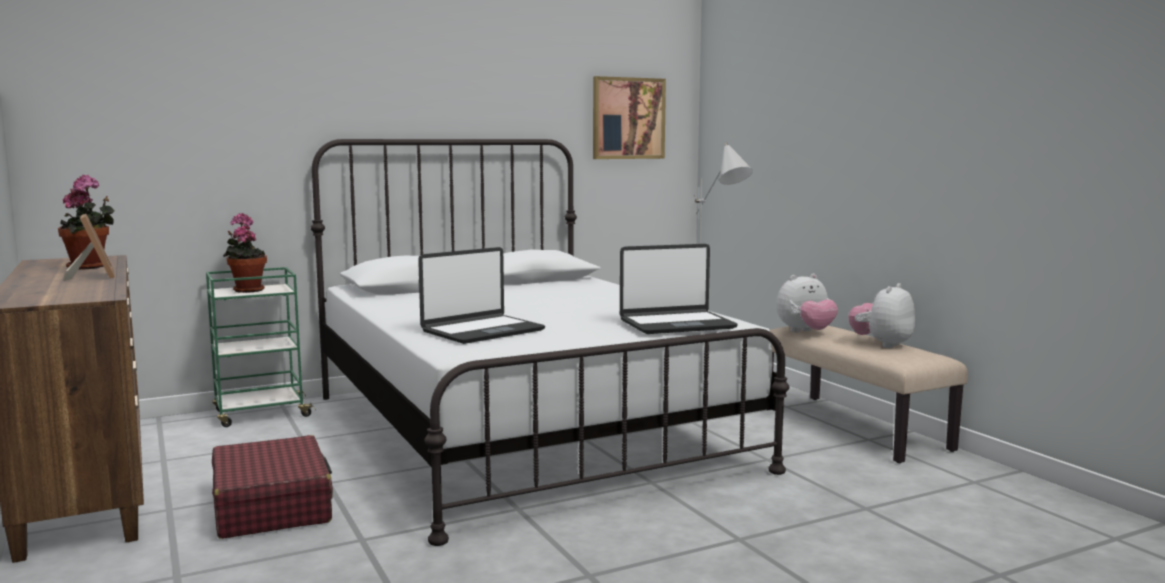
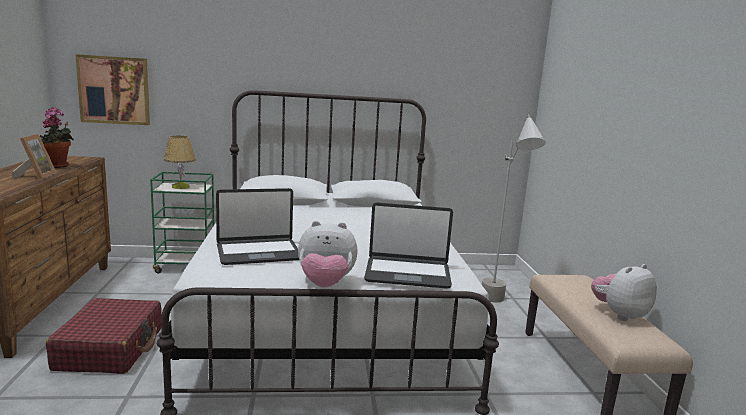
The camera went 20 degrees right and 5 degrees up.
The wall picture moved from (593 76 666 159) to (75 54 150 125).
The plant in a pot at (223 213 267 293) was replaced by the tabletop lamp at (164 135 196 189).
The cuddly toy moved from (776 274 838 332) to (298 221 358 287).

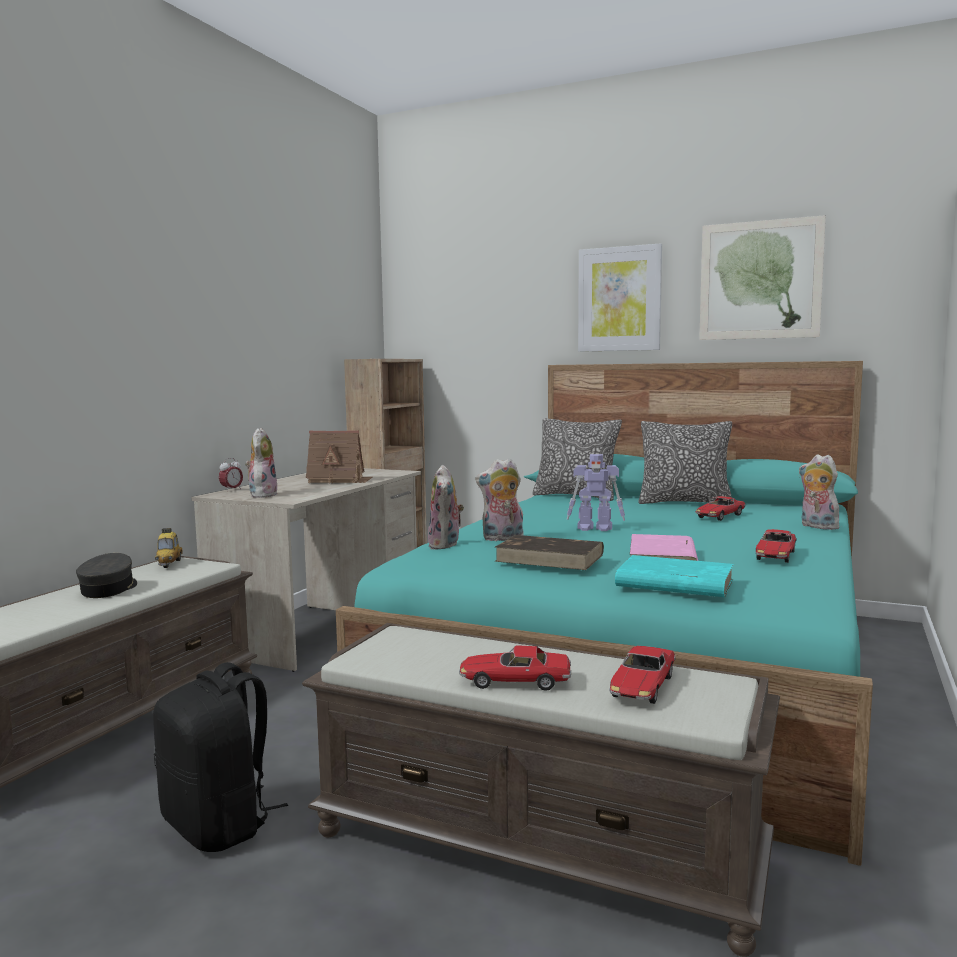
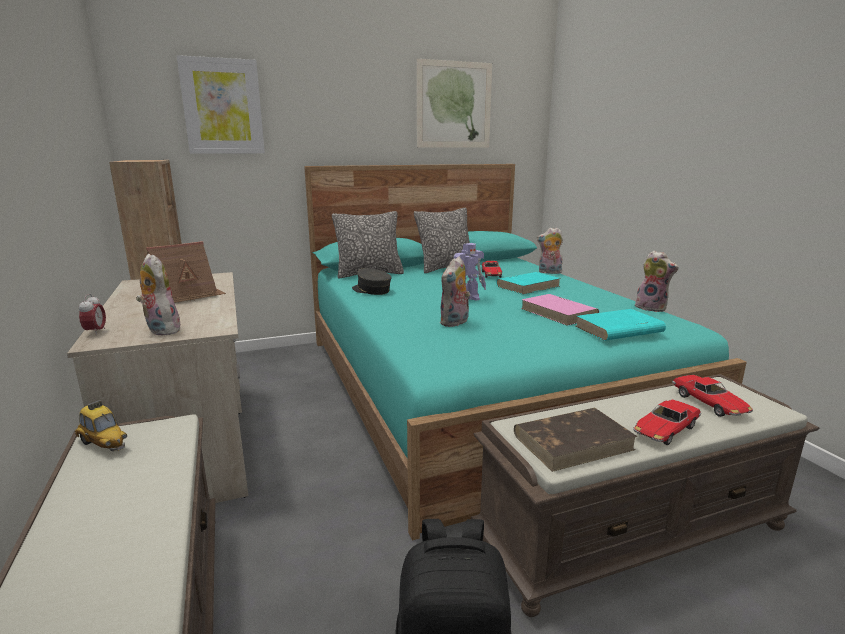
The camera went 45 degrees left and 10 degrees up.
The wall picture moved from (578 243 662 352) to (177 55 265 154).
The grey baseball cap moved from (76 553 137 598) to (352 268 392 295).
The blue-green volume at (496 272 561 294) appeared.
The brown-coloured volume moved from (495 535 604 570) to (514 408 638 472).
The cuddly toy moved from (428 465 464 549) to (635 251 679 312).
The model car at (756 529 797 563) disappeared.

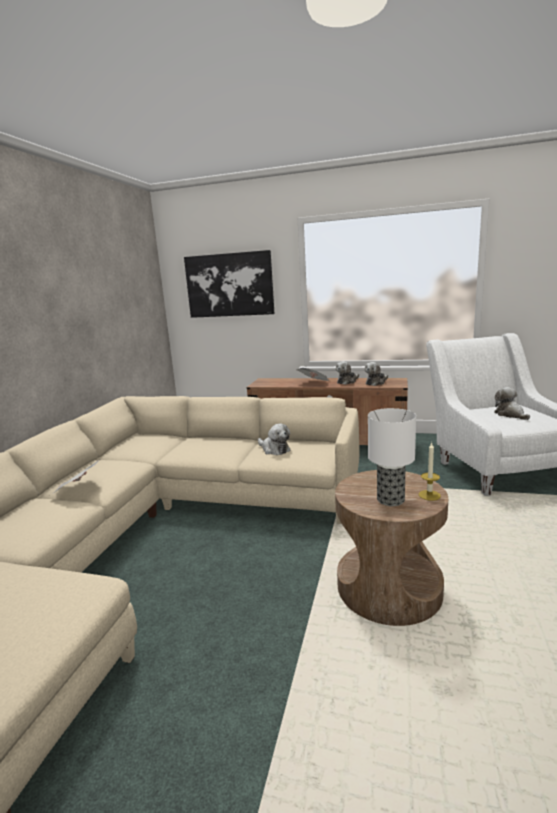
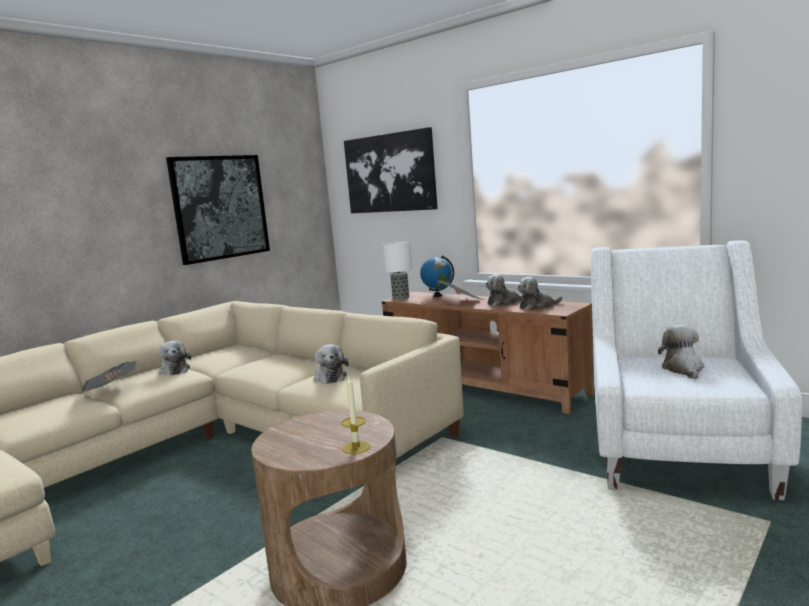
The camera went 25 degrees right and 5 degrees down.
The cuddly toy at (159 341 191 375) appeared.
The wall picture at (166 155 270 265) appeared.
The tabletop lamp moved from (368 408 416 506) to (382 241 412 300).
The desk globe at (420 255 454 297) appeared.

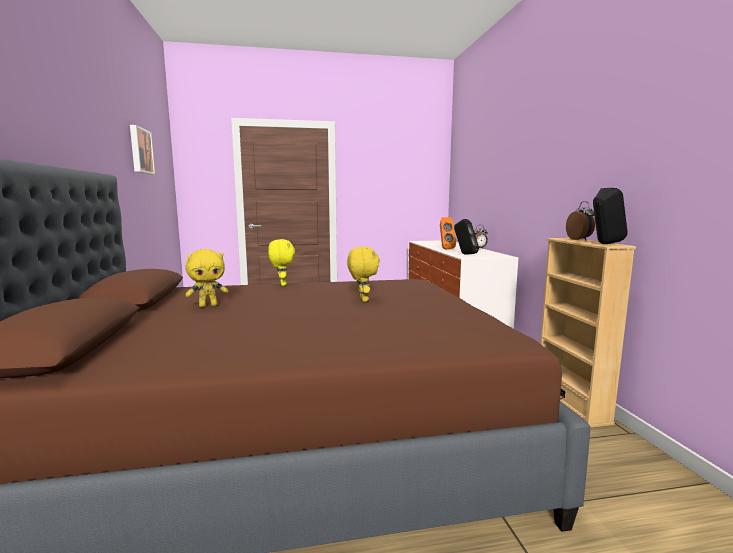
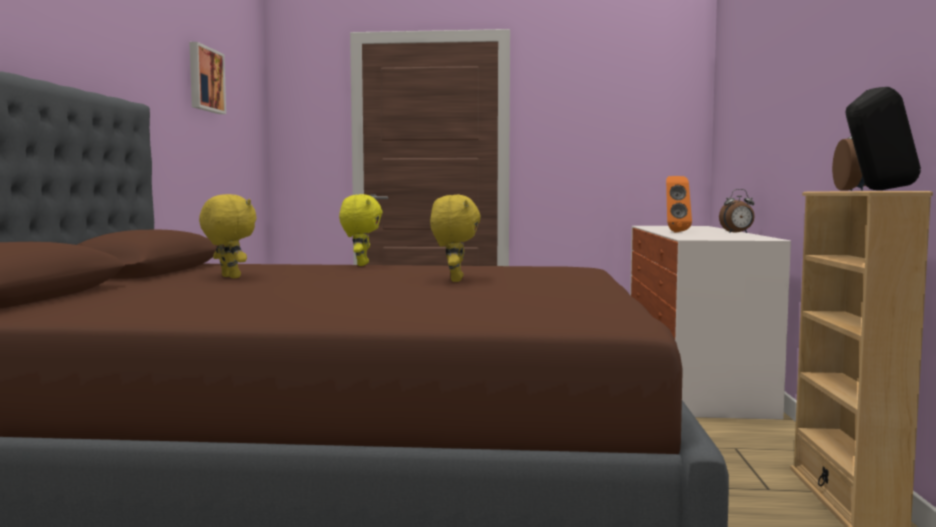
The camera went 15 degrees right and 5 degrees down.
The yellow cuddly toy at (185 249 228 307) turned 120 degrees counterclockwise.
The blackish audio speaker at (454 219 479 255) disappeared.

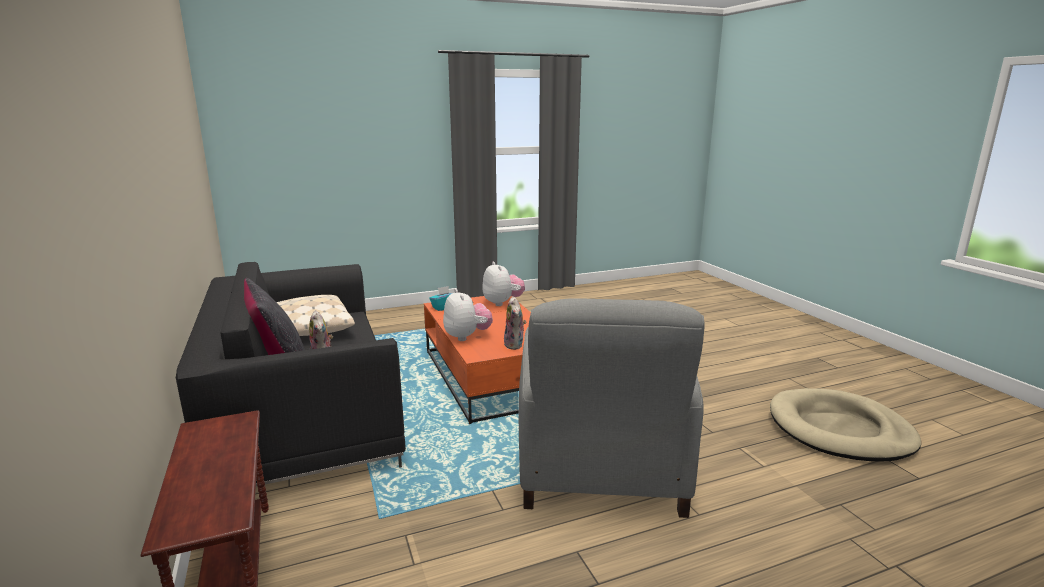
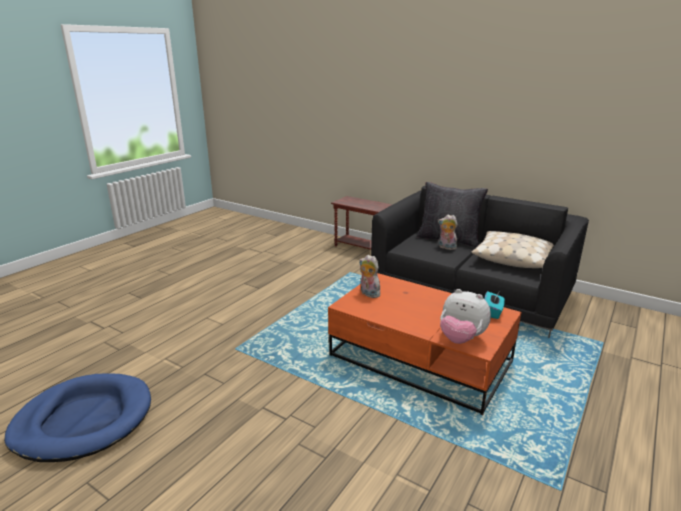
The camera went 145 degrees right and 5 degrees up.
The sand-coloured dog cushion at (770 388 921 462) became the bluish dog cushion at (4 373 151 462).
The cuddly toy at (443 289 493 341) disappeared.
The grey easy chair at (518 298 704 518) disappeared.

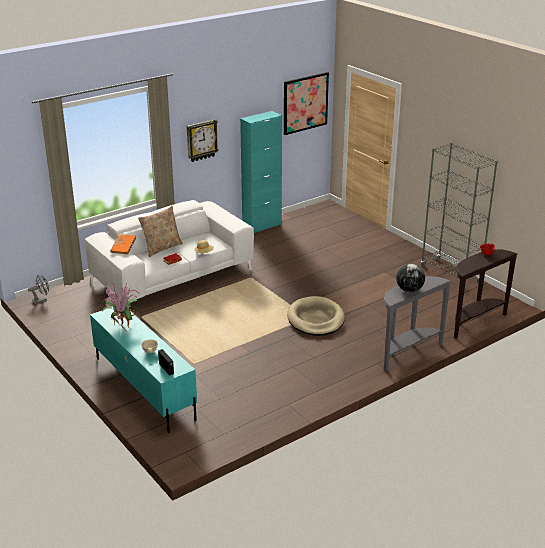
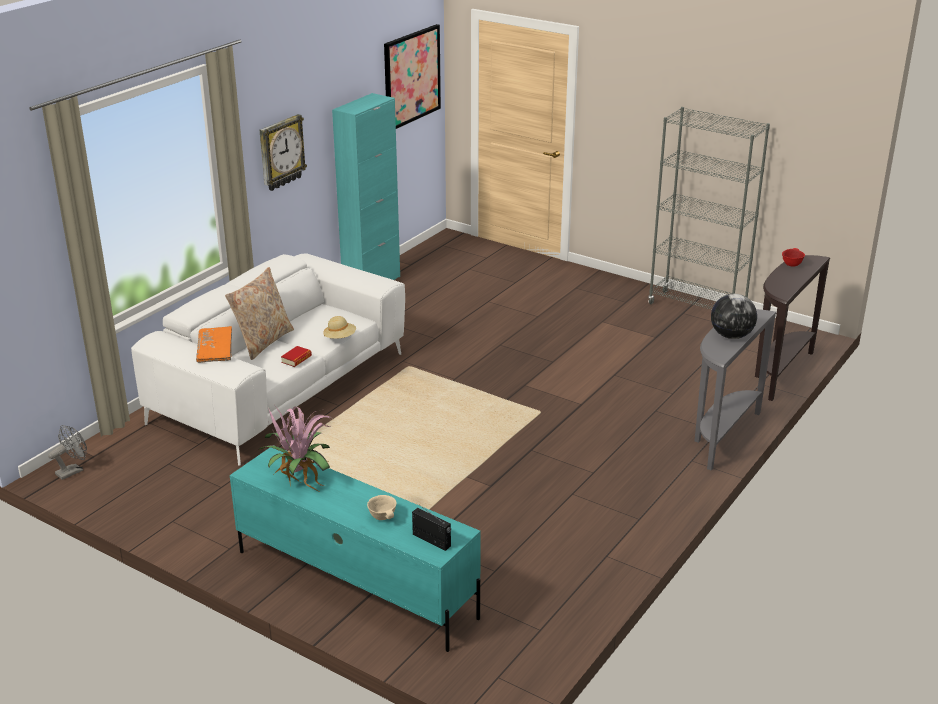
The camera went 20 degrees left and 0 degrees up.
The sand-coloured dog cushion at (287 296 345 336) disappeared.

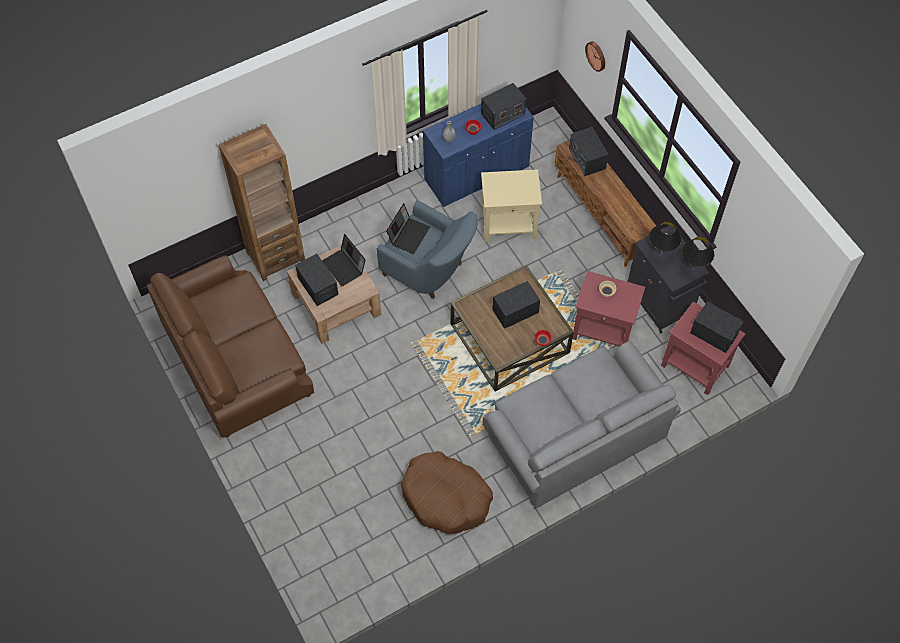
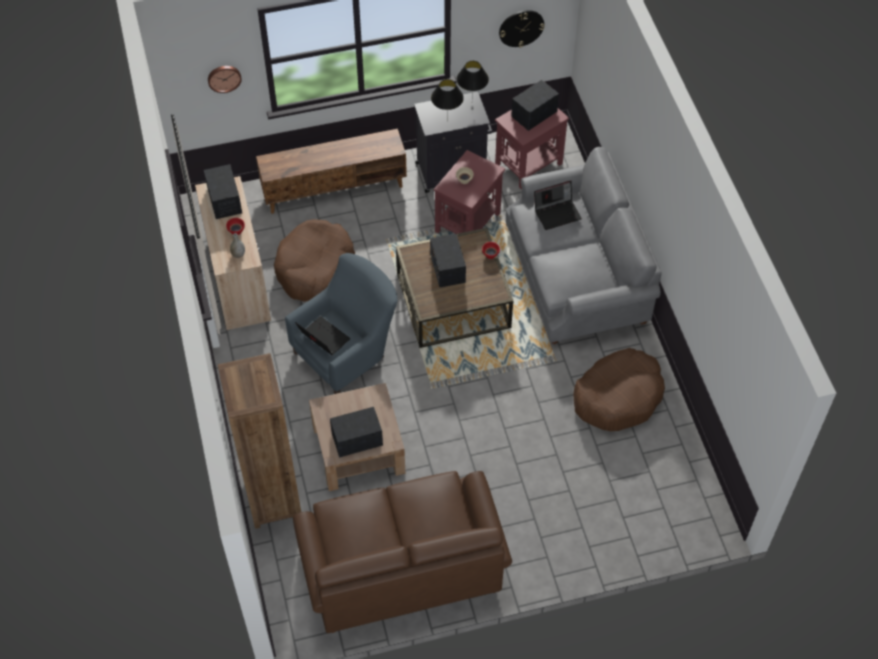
The camera went 75 degrees left and 5 degrees down.
The bluish cupboard at (423 104 534 207) became the sand-coloured cupboard at (195 176 271 331).
The sand-coloured side table at (481 169 542 242) was replaced by the brown-coloured dog cushion at (274 219 355 301).
The hanging clock at (499 10 544 48) appeared.
The notebook computer moved from (322 234 366 286) to (534 180 582 230).
The radio set at (569 127 609 176) disappeared.

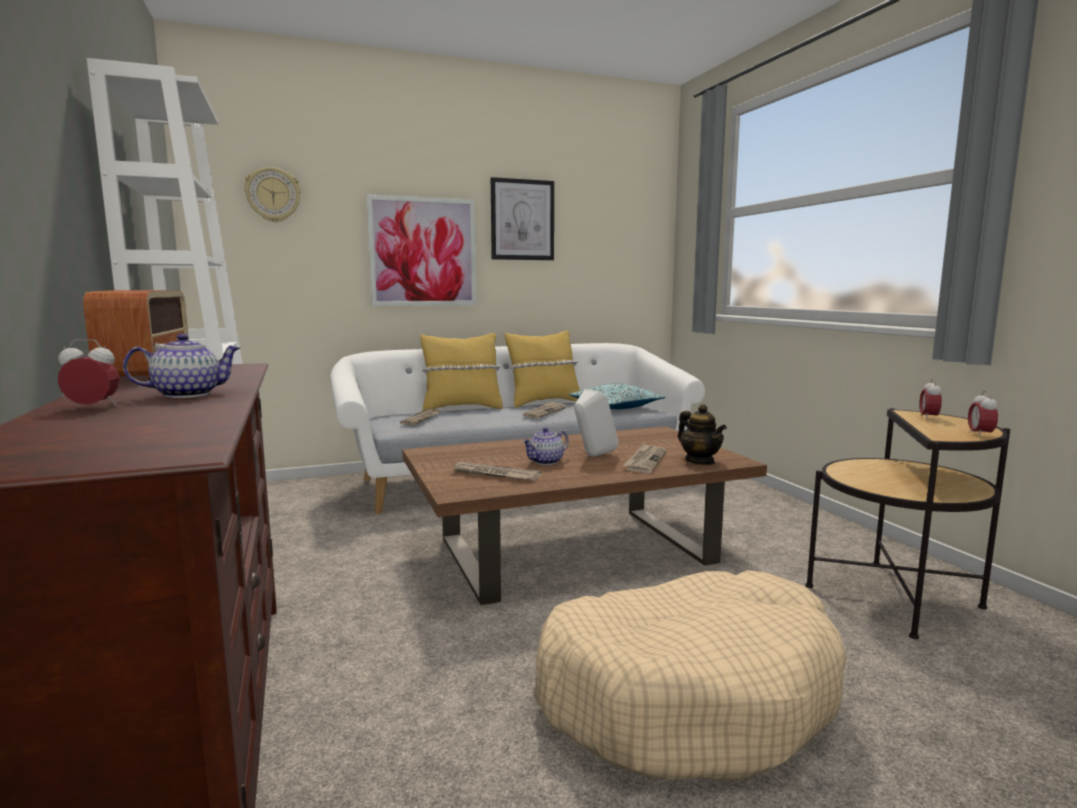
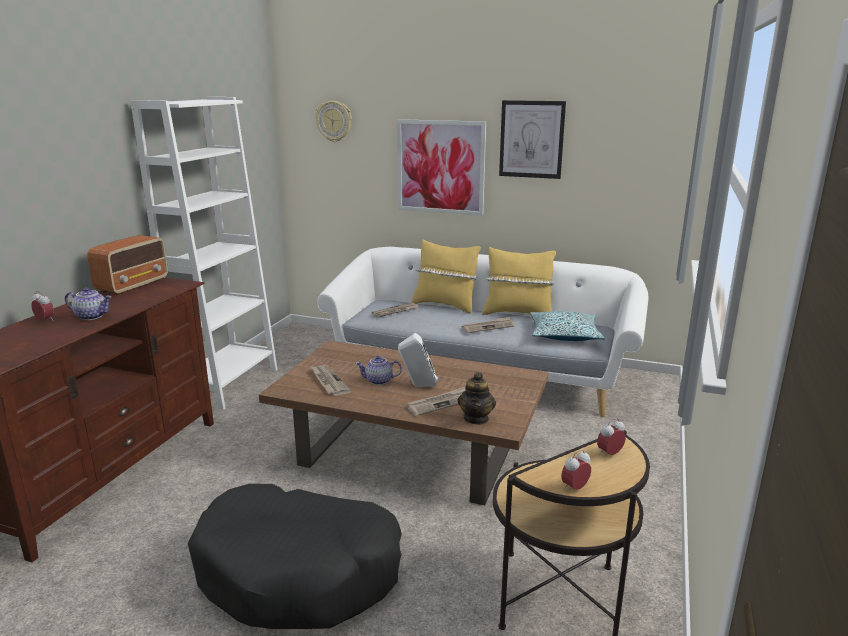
The camera went 40 degrees right and 10 degrees up.
The sand-coloured dog cushion at (533 570 846 781) became the blackish dog cushion at (188 484 402 629).

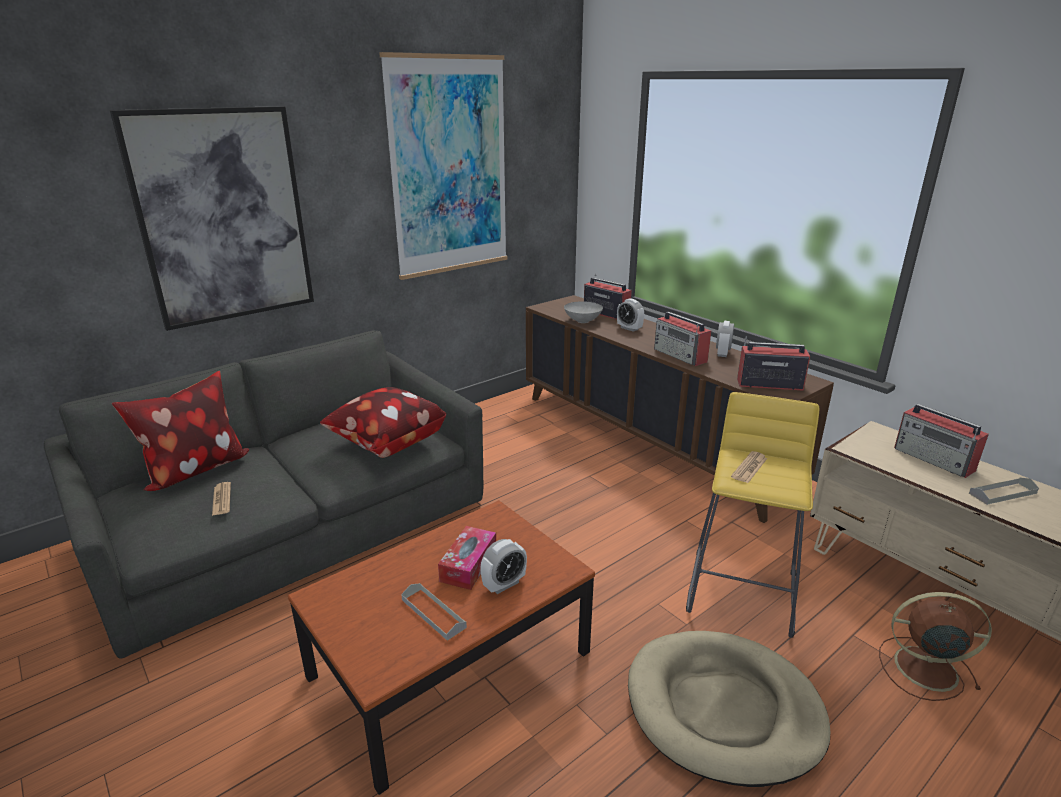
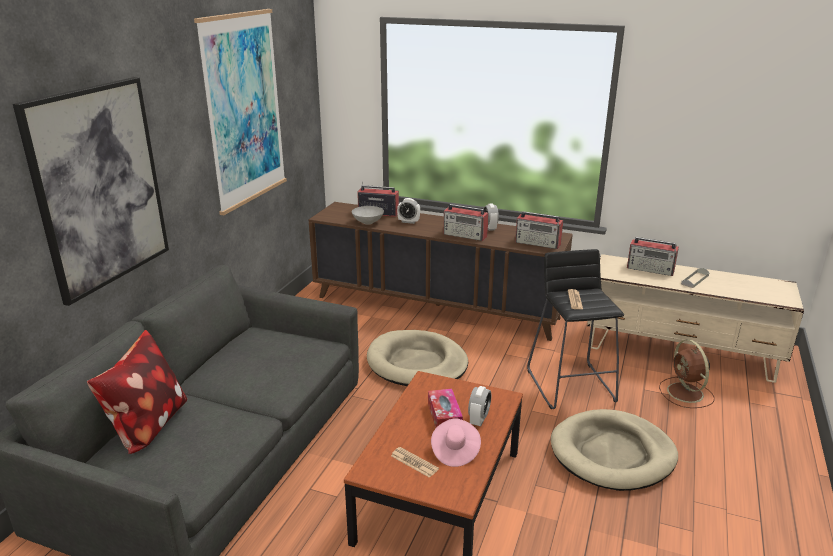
The camera went 30 degrees left and 0 degrees up.
The sand-coloured dog cushion at (367 330 468 386) appeared.
The newspaper moved from (212 482 231 516) to (391 447 439 478).
The grey serving tray at (401 583 467 641) was replaced by the pink-coloured hat at (431 418 481 467).
The radio set at (737 336 810 391) turned 135 degrees counterclockwise.
The yellow stool at (686 392 819 638) became the blackish stool at (527 249 624 409).
The brown-coloured fan at (879 592 992 701) turned 90 degrees counterclockwise.
The throw pillow at (320 387 446 458) disappeared.

